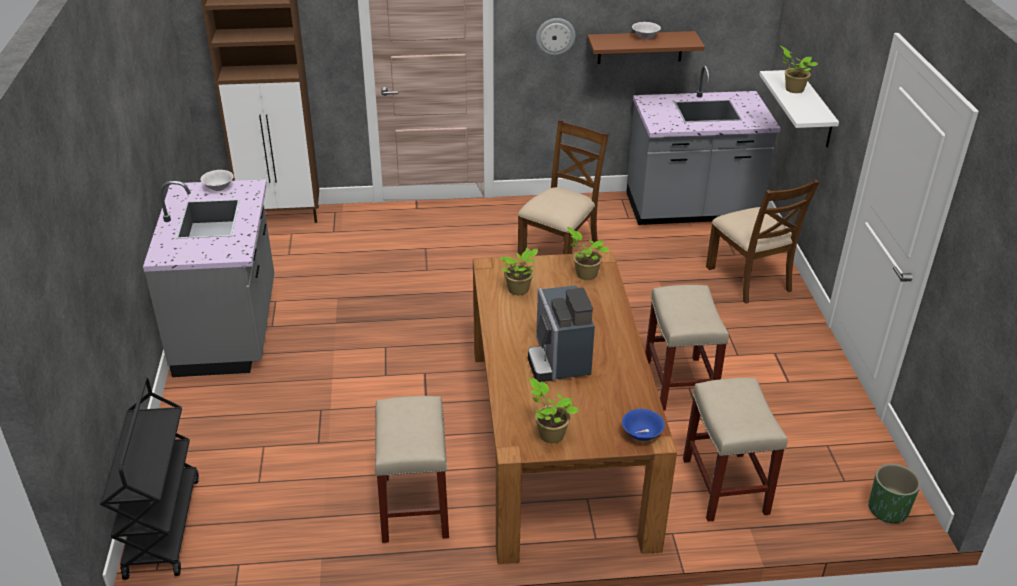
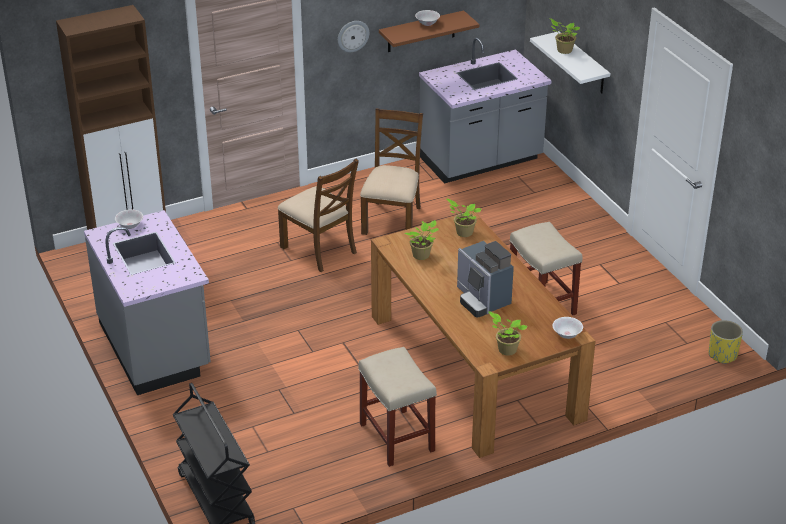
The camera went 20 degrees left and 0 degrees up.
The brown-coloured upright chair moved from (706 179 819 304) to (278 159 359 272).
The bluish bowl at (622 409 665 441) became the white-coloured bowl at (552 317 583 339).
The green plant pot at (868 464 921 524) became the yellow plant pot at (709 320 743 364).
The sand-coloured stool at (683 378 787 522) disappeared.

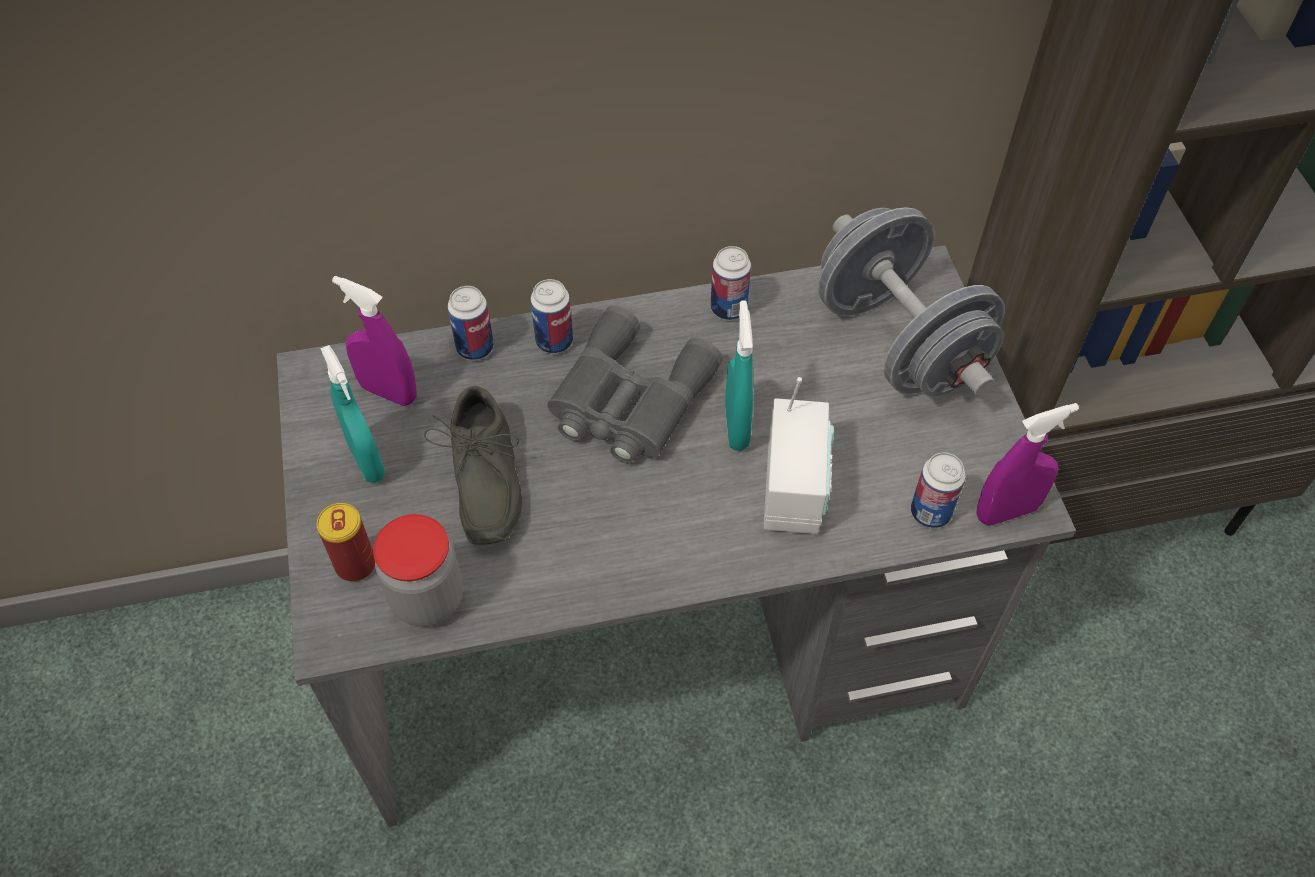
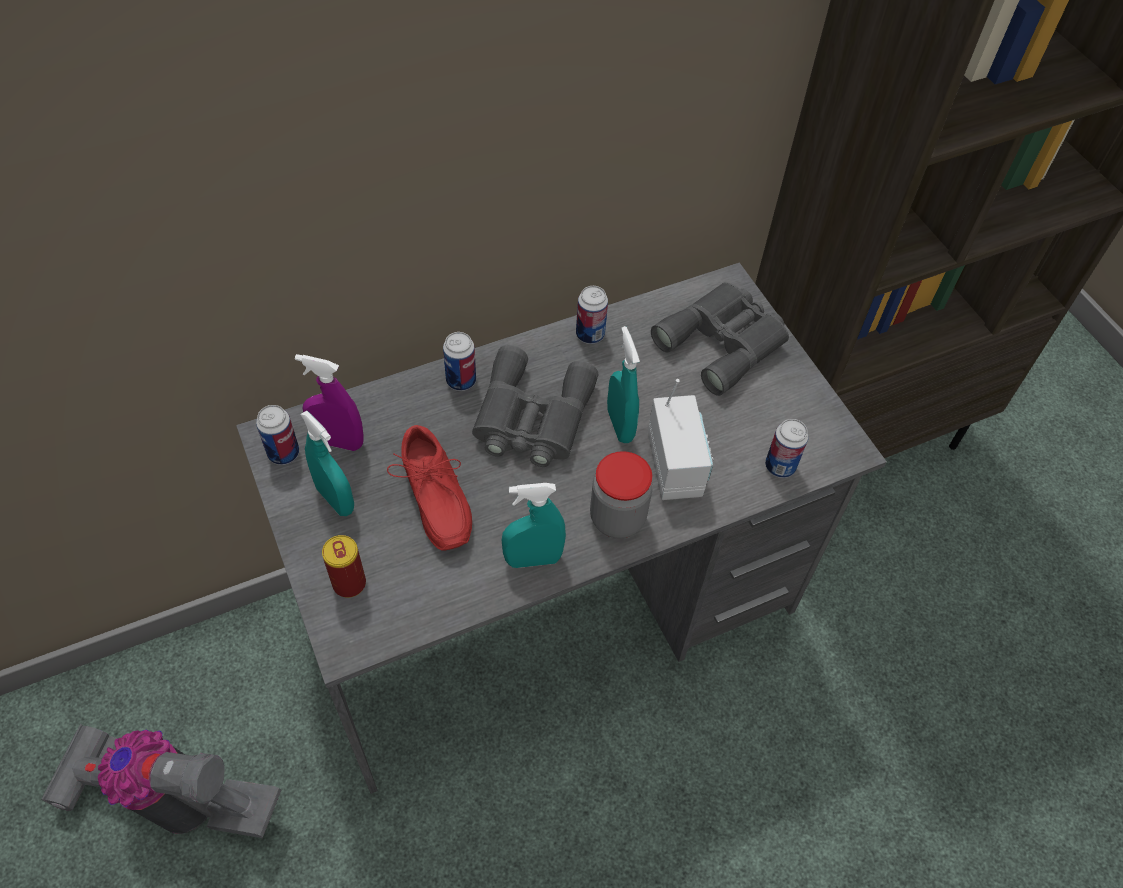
The camera went 15 degrees left and 0 degrees up.
The vacuum at (41 724 281 838) appeared.
The can moved from (448 286 494 360) to (256 405 299 465).
The grey low shoe at (424 386 522 545) became the red-coloured low shoe at (387 425 472 551).
The blue-green sprayer at (501 483 566 568) appeared.
The jar moved from (373 514 463 627) to (590 451 653 539).
The grey dumbbell at (818 207 1005 397) was replaced by the grey field glasses at (651 282 789 396).
The purple-coloured sprayer at (977 403 1079 526) disappeared.

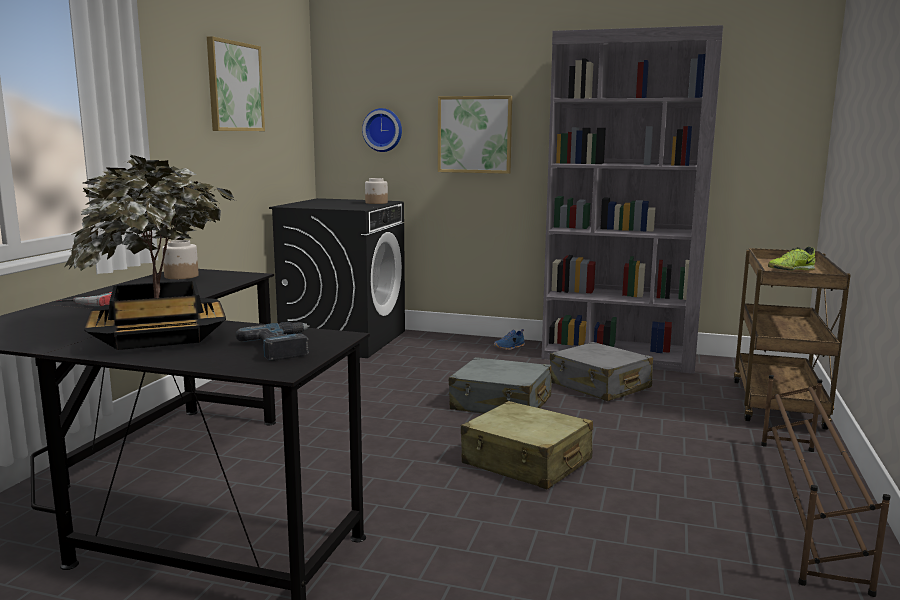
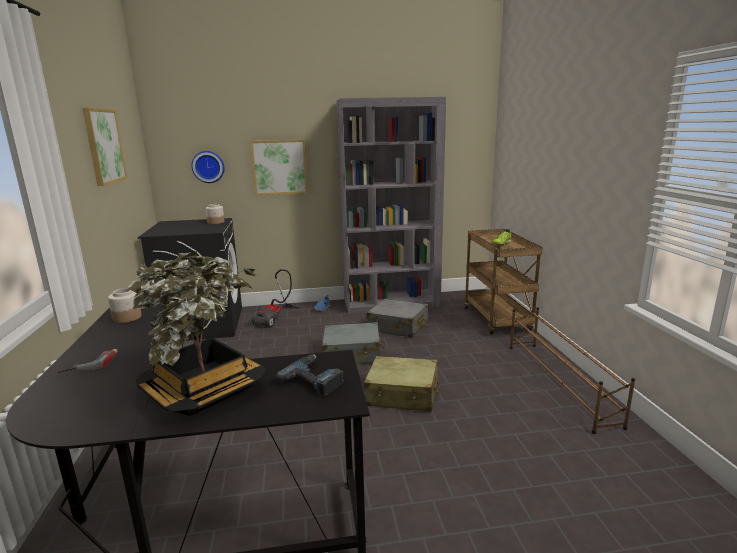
The camera went 25 degrees left and 5 degrees up.
The vacuum at (251 269 300 328) appeared.

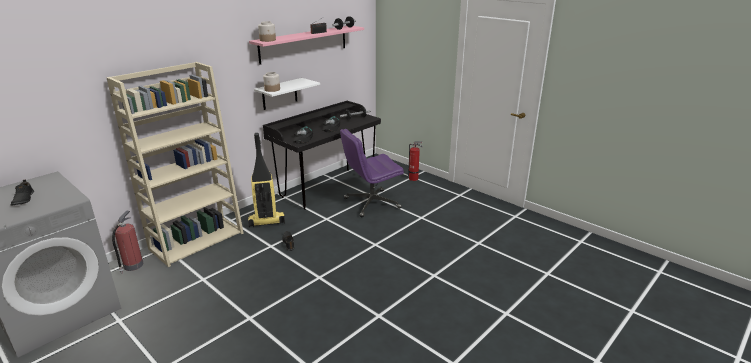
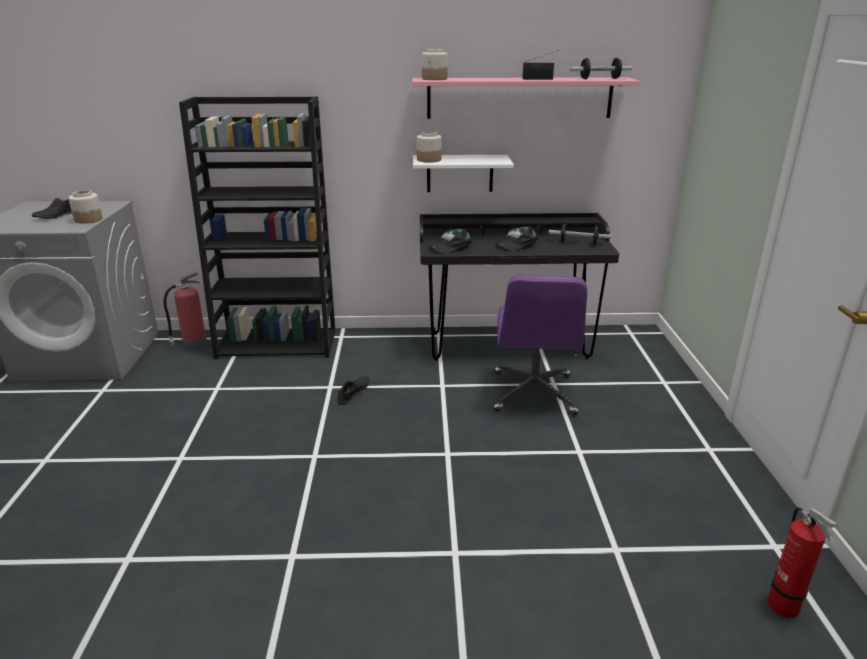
The camera went 45 degrees right and 0 degrees up.
The jar at (69 190 103 224) appeared.
The sand-coloured bookcase at (106 62 244 267) became the blackish bookcase at (179 96 336 359).
The purple-coloured desk chair at (340 129 404 217) turned 105 degrees counterclockwise.
The extinguisher moved from (408 141 423 181) to (767 507 837 618).
The vacuum at (248 133 285 228) disappeared.

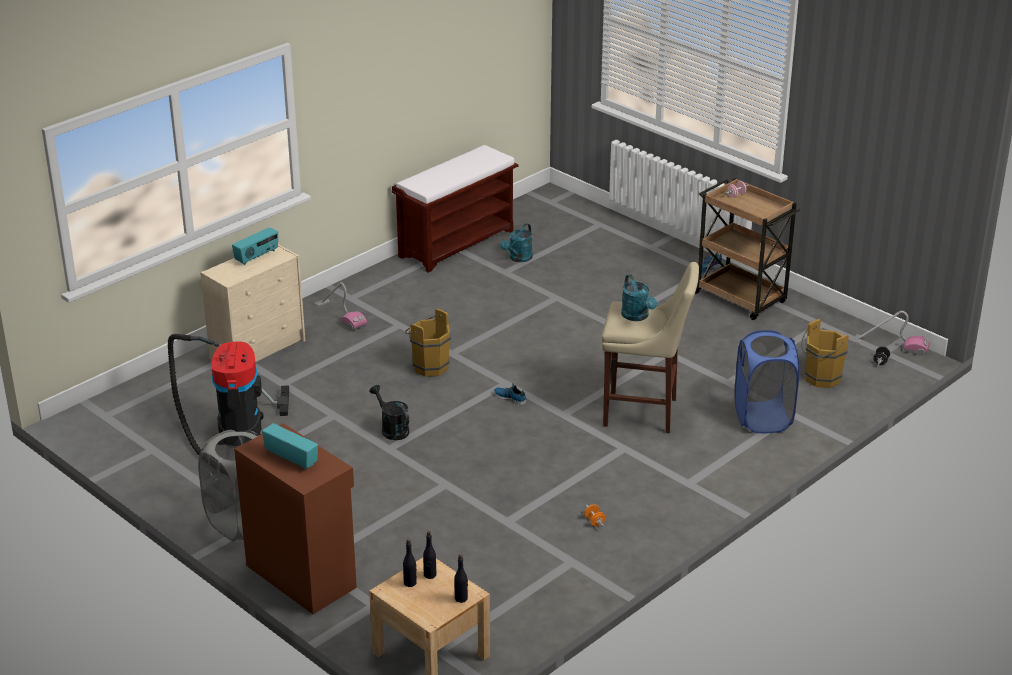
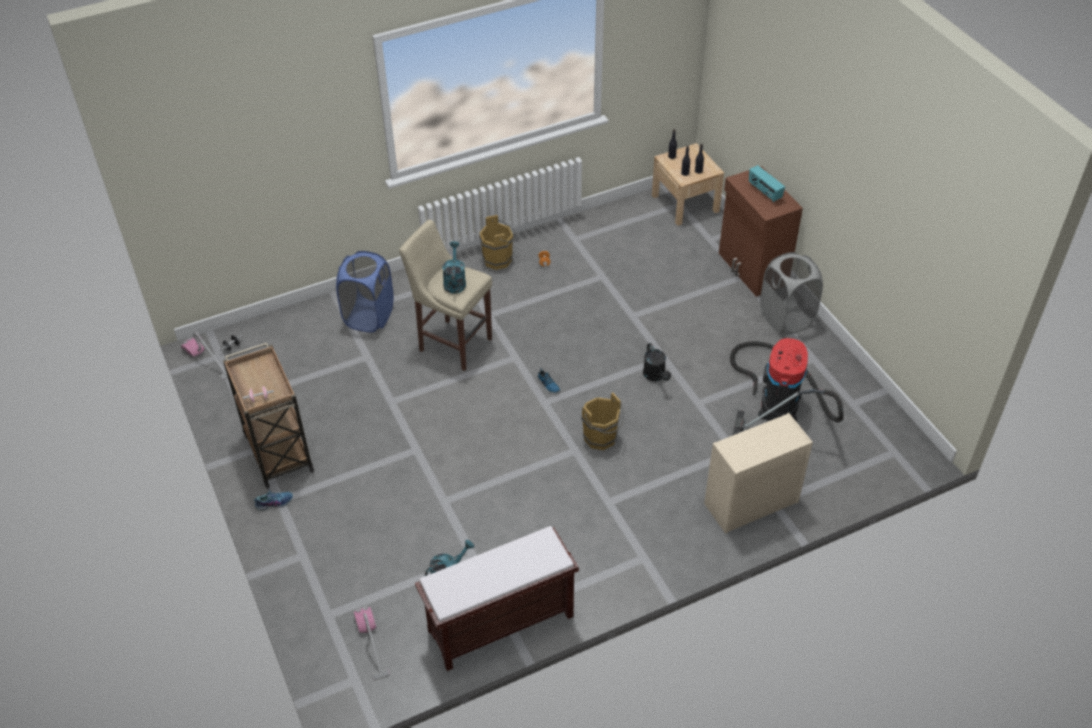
The camera went 160 degrees left and 15 degrees up.
The vacuum moved from (315 282 367 331) to (354 607 390 680).
The brown-coloured pail moved from (801 319 849 388) to (479 215 517 270).
The radio set at (232 227 278 265) disappeared.

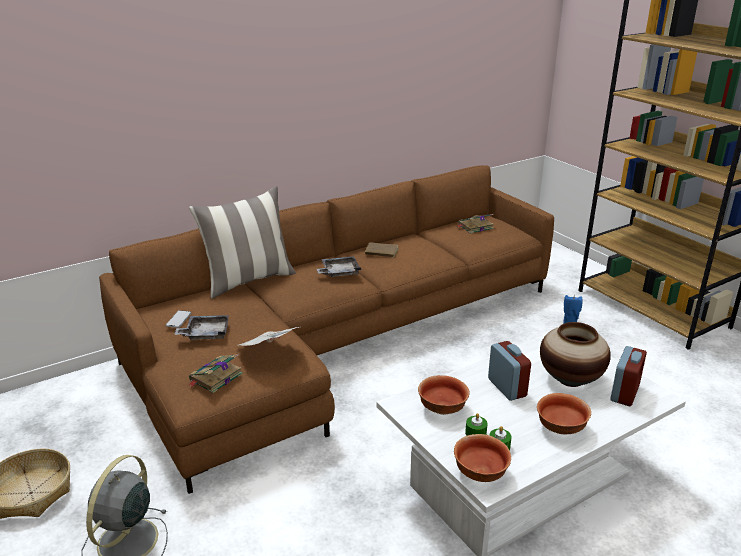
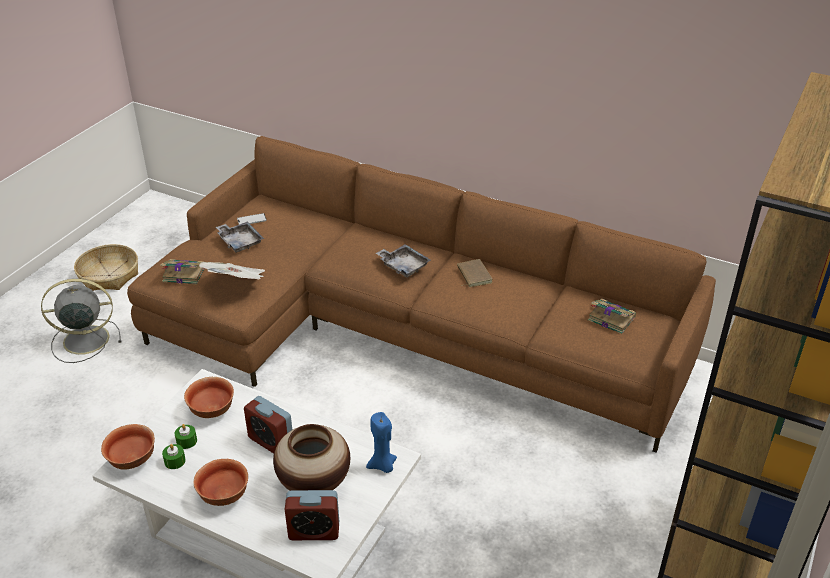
The camera went 60 degrees right and 10 degrees up.
The alarm clock at (488 341 531 401) turned 90 degrees clockwise.
The throw pillow at (189 186 296 299) disappeared.

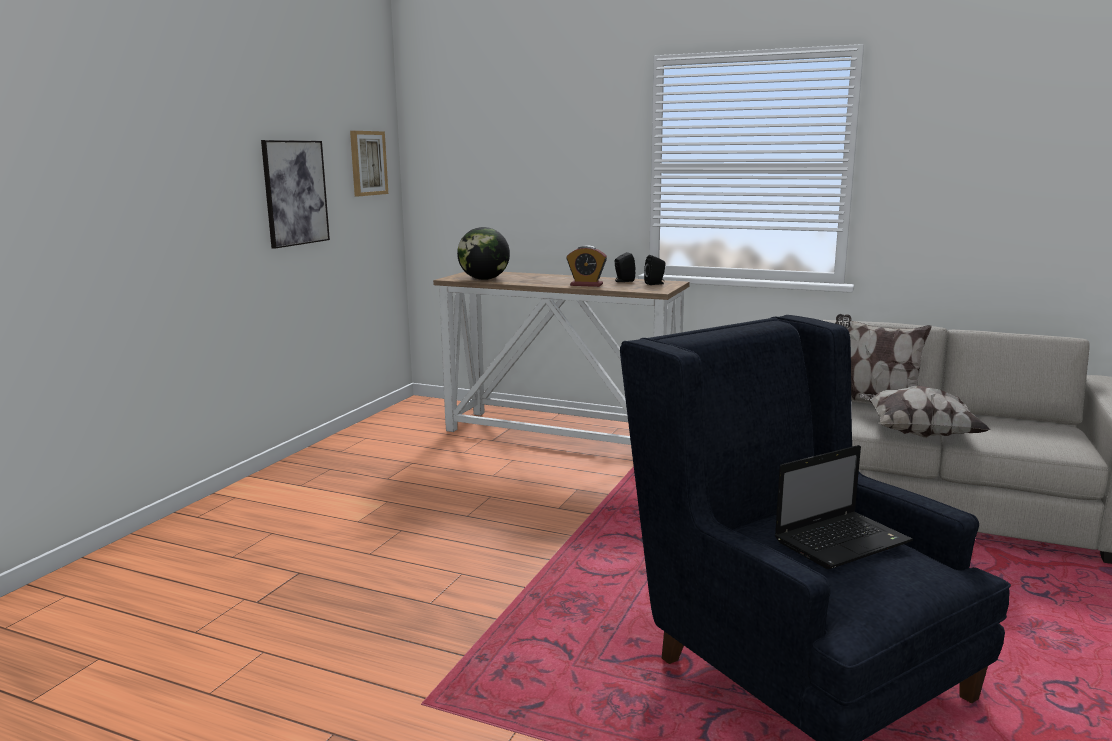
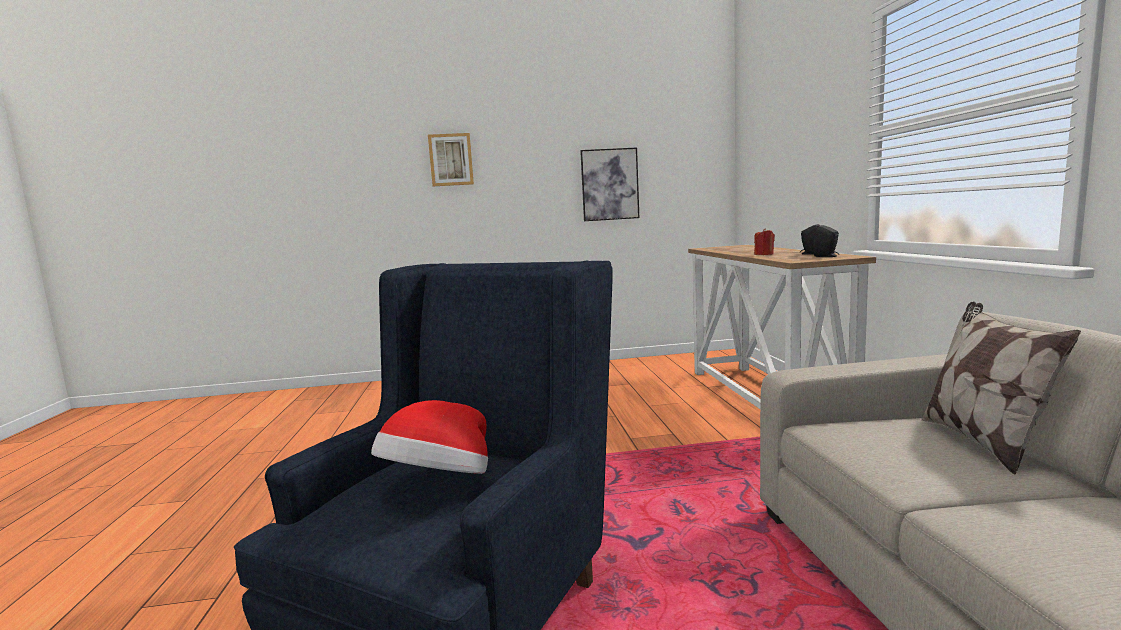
The camera went 60 degrees right and 5 degrees down.
The notebook computer at (775 445 913 569) was replaced by the hat at (371 400 488 474).
The wall picture moved from (350 131 388 196) to (428 133 474 186).
The alarm clock at (566 245 607 287) was replaced by the red-coloured candle at (754 228 775 255).
The desk globe at (457 227 510 280) disappeared.
The throw pillow at (859 386 991 438) disappeared.

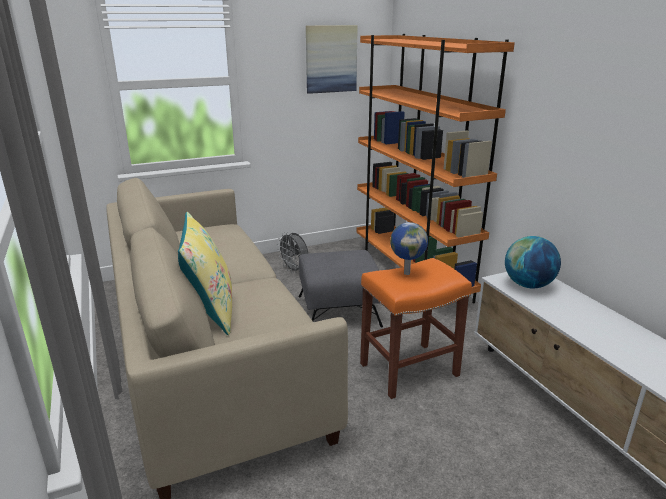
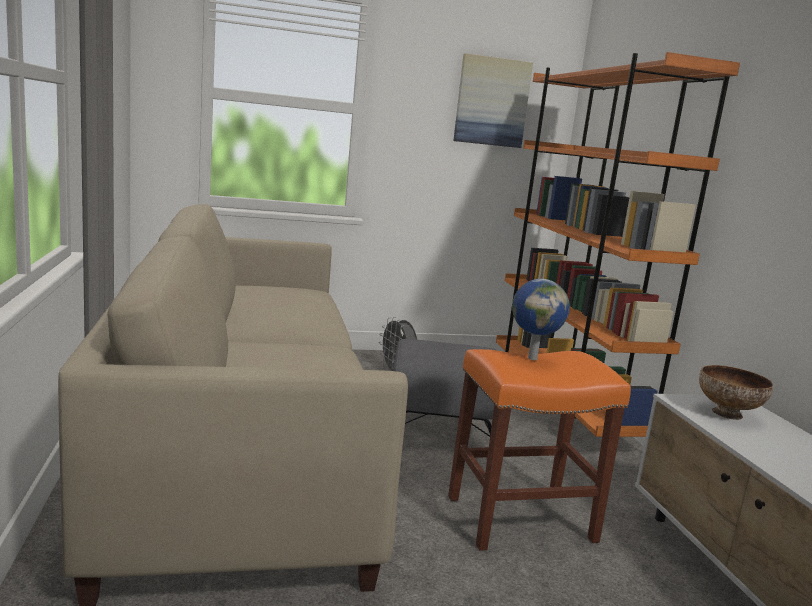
The camera went 10 degrees right and 10 degrees down.
The desk globe at (505 236 561 288) was replaced by the bowl at (699 365 773 420).
The yellow throw pillow at (178 212 232 336) disappeared.

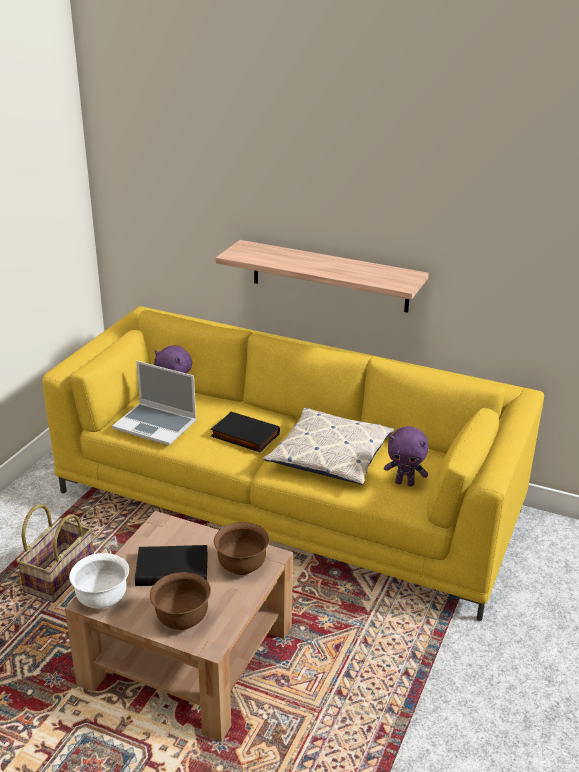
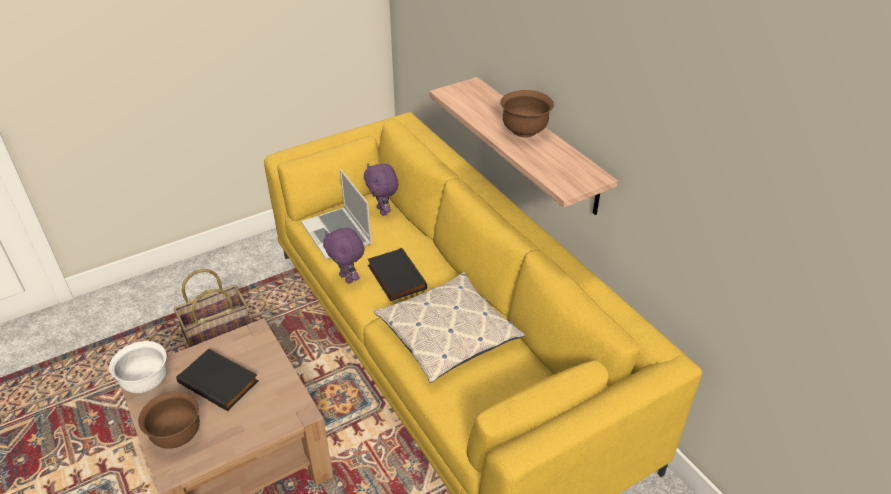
The camera went 35 degrees right and 10 degrees up.
The purple-coloured cuddly toy moved from (384 426 429 487) to (323 228 365 284).
The brown-coloured bowl moved from (214 522 270 575) to (500 90 554 138).

